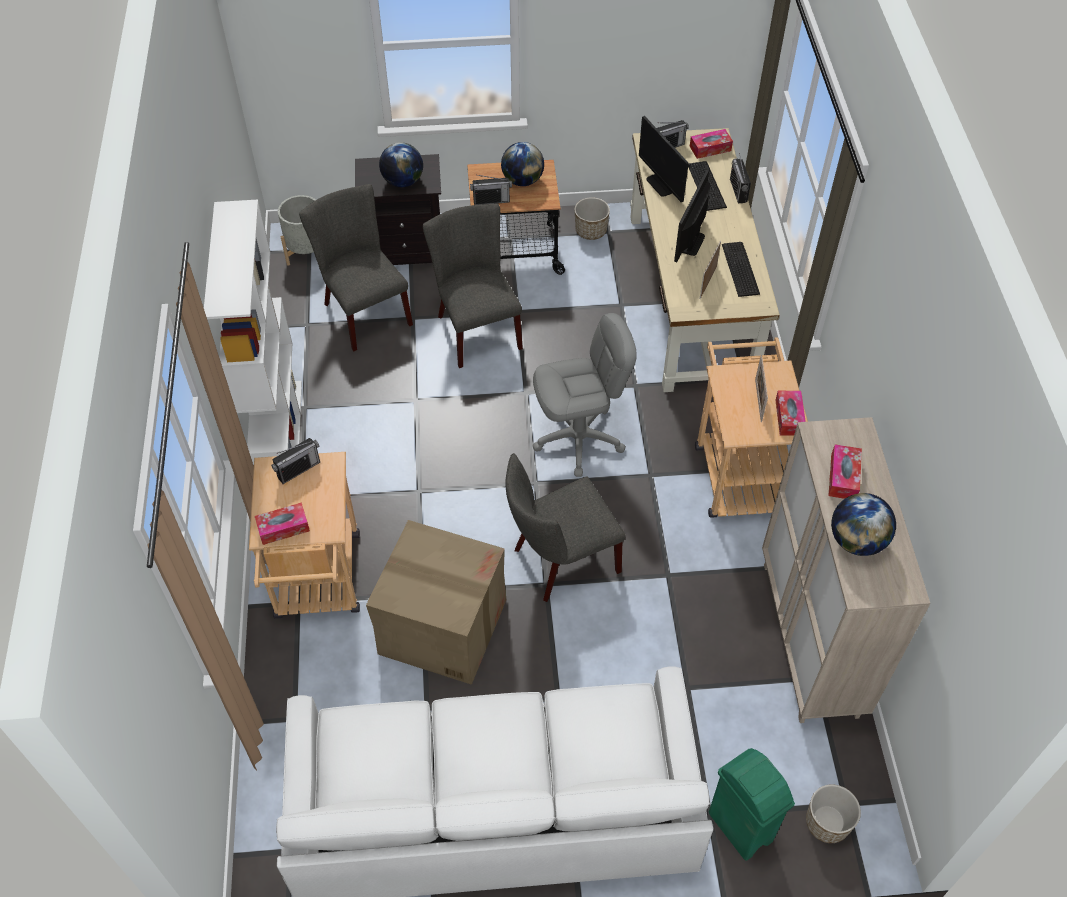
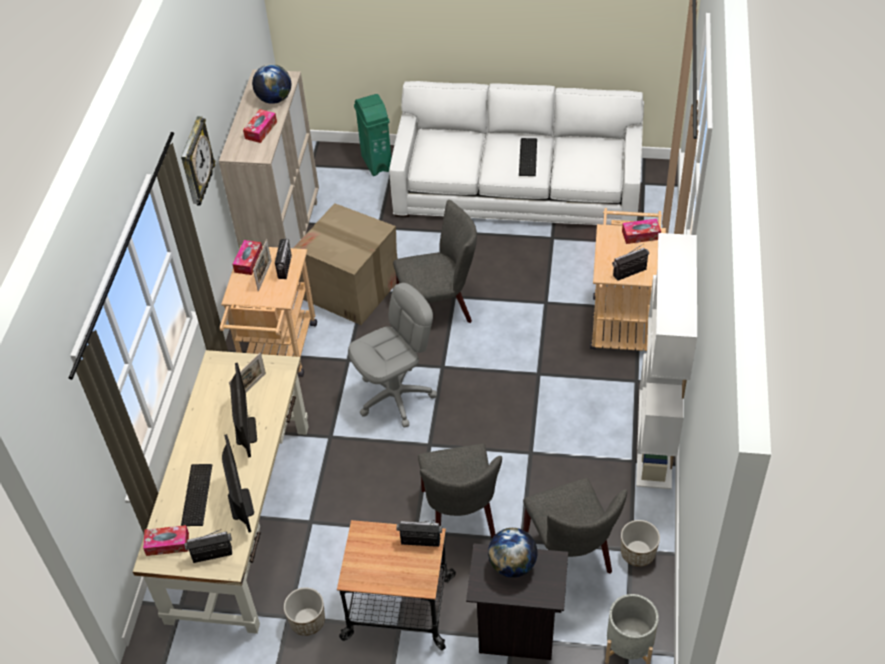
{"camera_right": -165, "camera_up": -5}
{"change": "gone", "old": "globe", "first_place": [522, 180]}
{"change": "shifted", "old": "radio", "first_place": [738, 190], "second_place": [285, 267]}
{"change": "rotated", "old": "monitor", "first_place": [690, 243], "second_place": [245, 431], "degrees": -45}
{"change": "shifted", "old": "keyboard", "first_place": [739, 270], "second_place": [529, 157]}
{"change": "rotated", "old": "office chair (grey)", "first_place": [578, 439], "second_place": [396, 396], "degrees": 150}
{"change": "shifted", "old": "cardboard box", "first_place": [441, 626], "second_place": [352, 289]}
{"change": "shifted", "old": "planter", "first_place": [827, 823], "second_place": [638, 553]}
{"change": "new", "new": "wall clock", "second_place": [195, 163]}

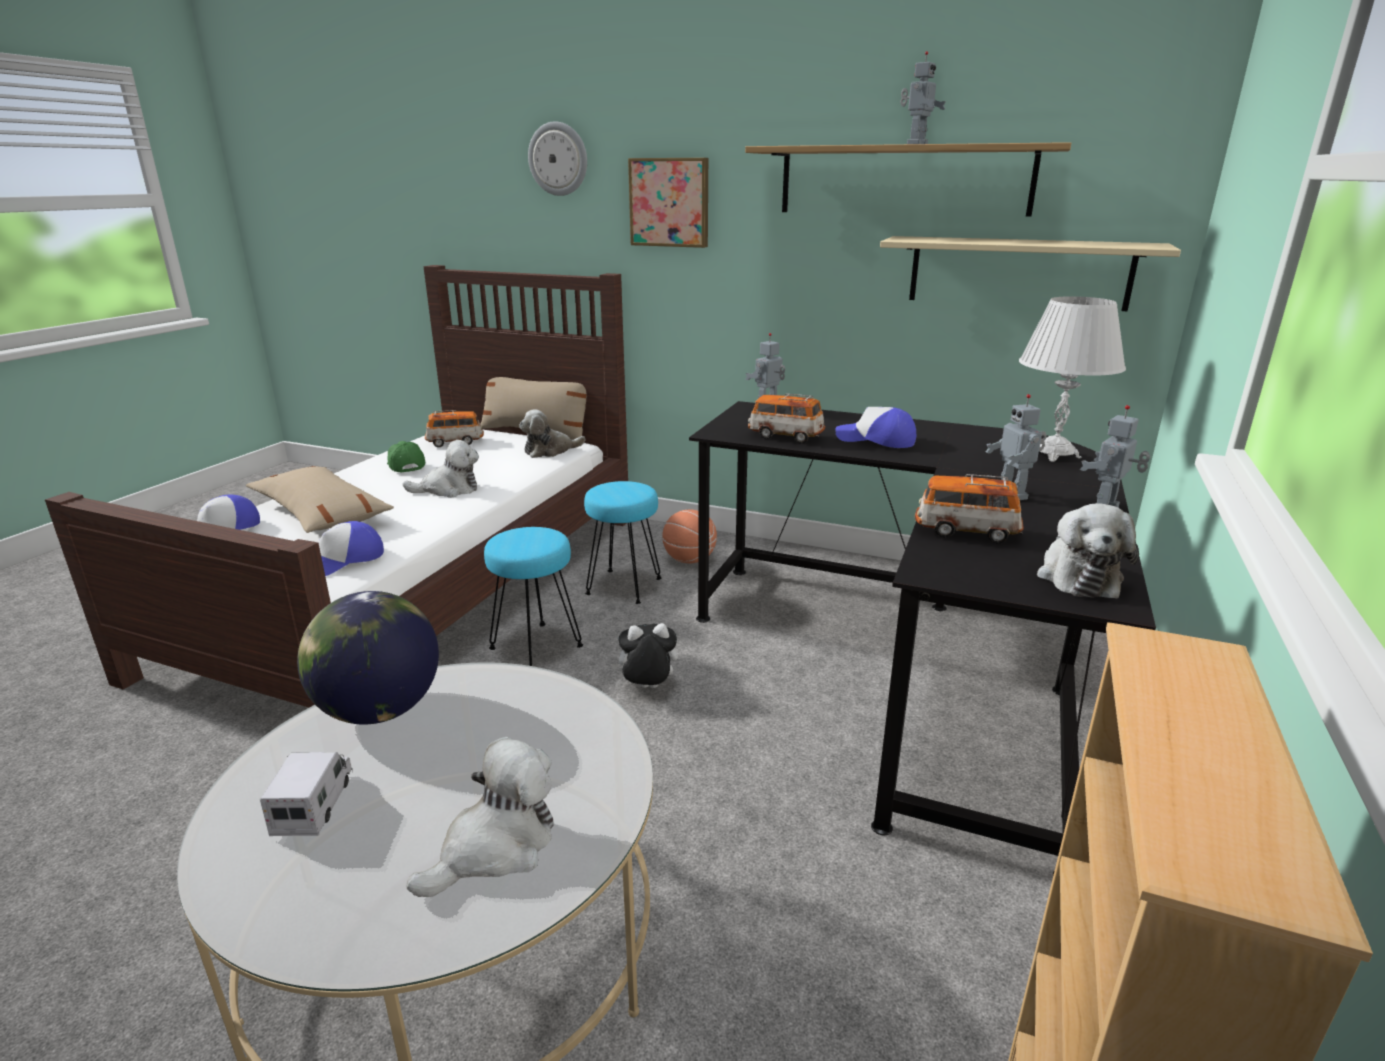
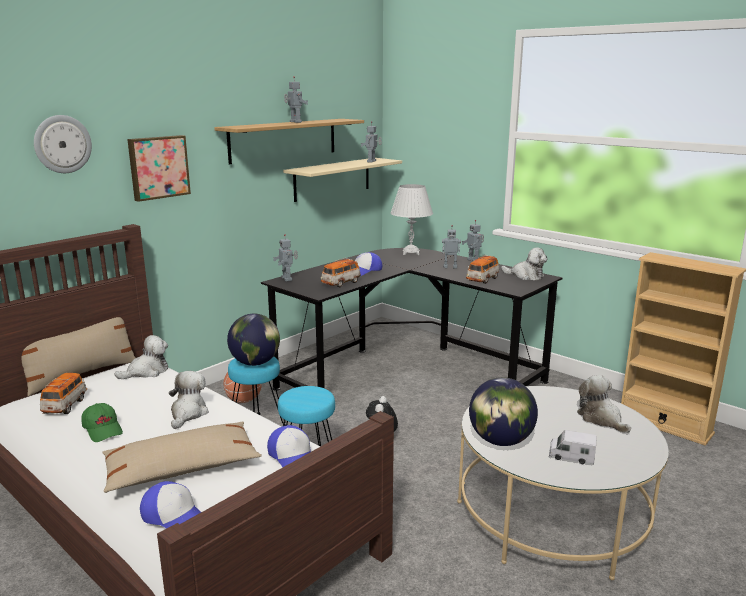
{"camera_right": -70, "camera_up": -5}
{"change": "rotated", "old": "plush toy", "first_place": [550, 451], "second_place": [147, 372], "degrees": -120}
{"change": "rotated", "old": "cap (green)", "first_place": [405, 466], "second_place": [103, 430], "degrees": -120}
{"change": "new", "new": "toy robot", "second_place": [372, 161]}
{"change": "new", "new": "globe", "second_place": [255, 363]}

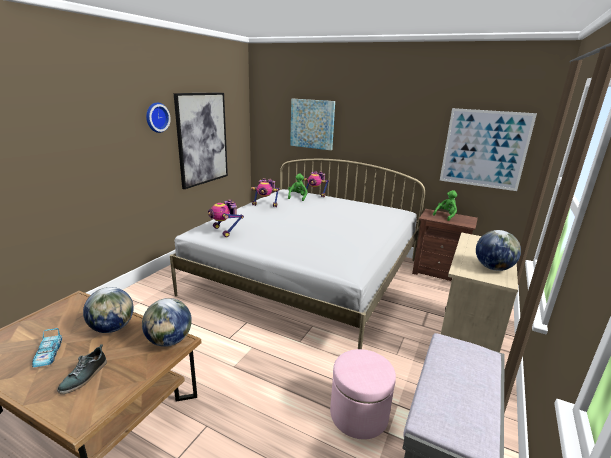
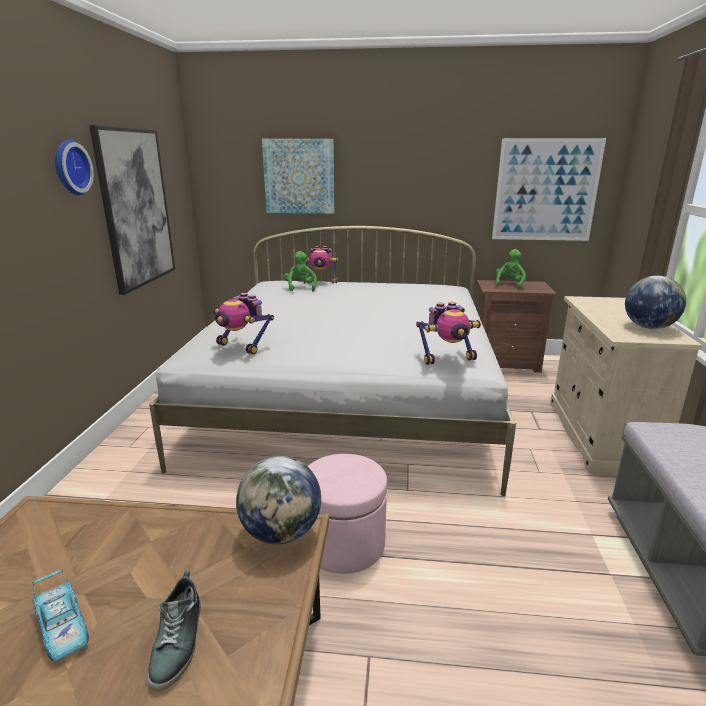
{"camera_right": -20, "camera_up": 0}
{"change": "shifted", "old": "toy robot", "first_place": [265, 205], "second_place": [447, 359]}
{"change": "gone", "old": "globe", "first_place": [112, 328]}
{"change": "shifted", "old": "ottoman (pink)", "first_place": [359, 414], "second_place": [344, 544]}

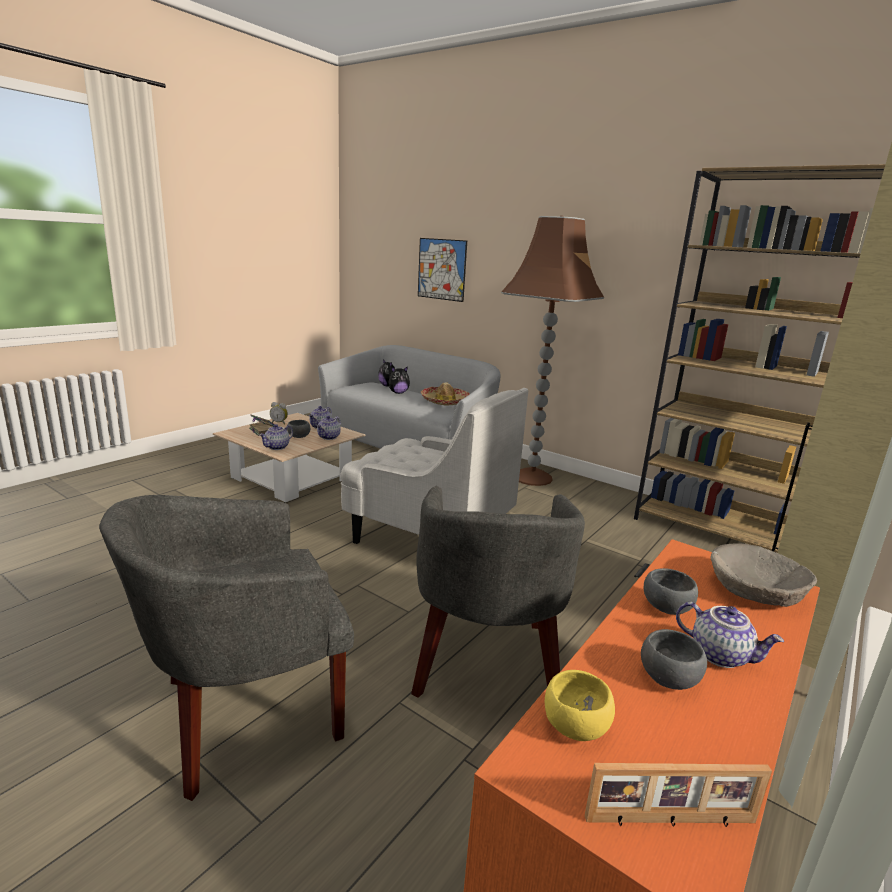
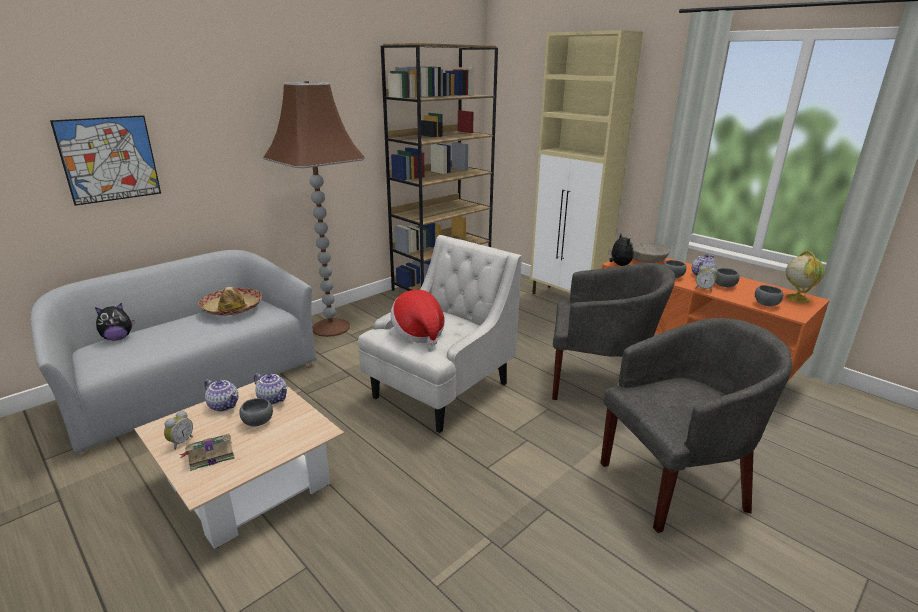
{"camera_right": -80, "camera_up": 5}
{"change": "shifted", "old": "plush toy", "first_place": [398, 393], "second_place": [619, 265]}
{"change": "gone", "old": "teapot", "first_place": [277, 447]}
{"change": "rotated", "old": "armchair (grey)", "first_place": [244, 713], "second_place": [675, 483], "degrees": -90}
{"change": "repainted", "old": "bowl (yellow)", "new": "bowl (grey)", "first_place": [573, 724], "second_place": [765, 304]}
{"change": "swapped", "old": "picture frame", "new": "globe", "first_place": [671, 822], "second_place": [796, 298]}
{"change": "new", "new": "alarm clock", "second_place": [704, 289]}
{"change": "new", "new": "hat", "second_place": [419, 332]}

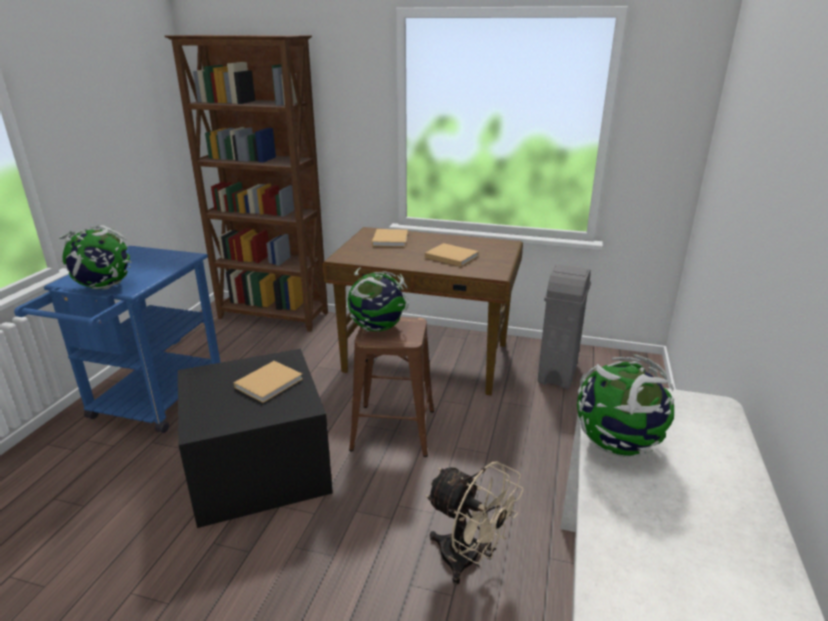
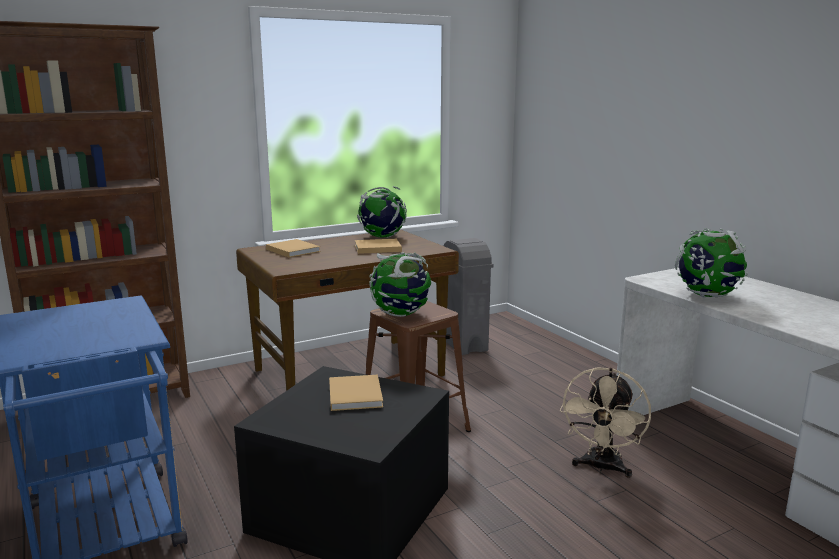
{"camera_right": -45, "camera_up": -10}
{"change": "shifted", "old": "globe", "first_place": [103, 287], "second_place": [382, 237]}
{"change": "rotated", "old": "fan (beige)", "first_place": [468, 560], "second_place": [602, 468], "degrees": 120}

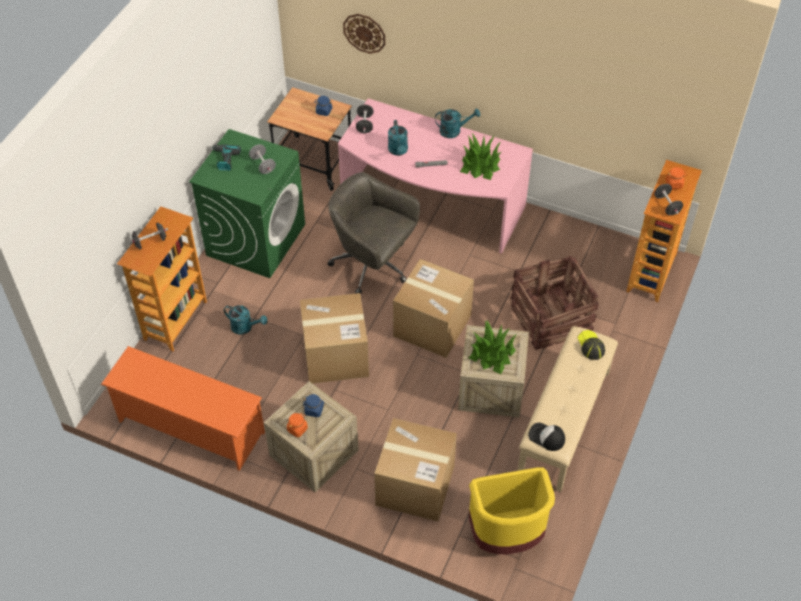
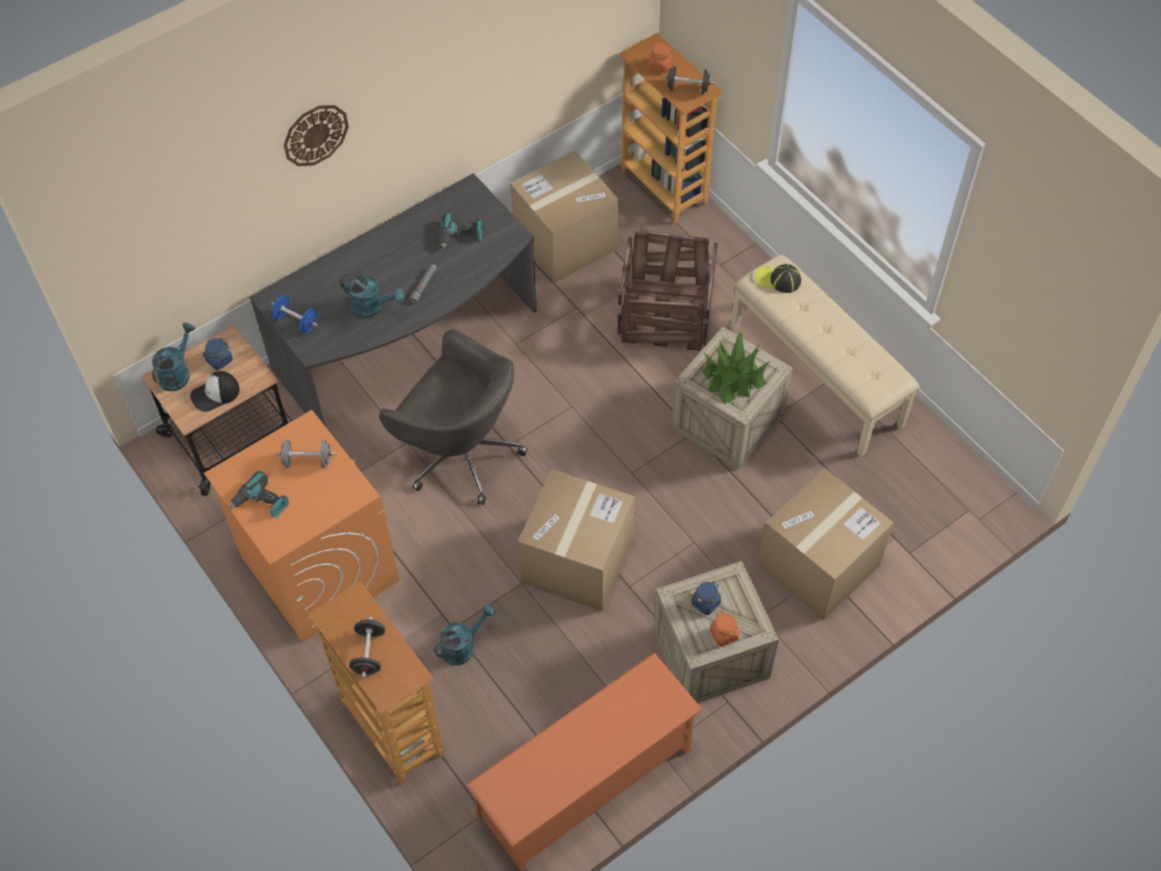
{"camera_right": -60, "camera_up": 5}
{"change": "shifted", "old": "wall clock", "first_place": [364, 33], "second_place": [315, 134]}
{"change": "repainted", "old": "desk (pink)", "new": "desk (grey)", "first_place": [431, 207], "second_place": [410, 345]}
{"change": "repainted", "old": "dumbbell (black)", "new": "dumbbell (blue)", "first_place": [364, 124], "second_place": [296, 322]}
{"change": "shifted", "old": "watering can (turquoise)", "first_place": [454, 131], "second_place": [177, 373]}
{"change": "repainted", "old": "washing machine (green)", "new": "washing machine (orange)", "first_place": [256, 239], "second_place": [318, 567]}
{"change": "swapped", "old": "potted plant", "new": "power drill", "first_place": [480, 165], "second_place": [461, 236]}
{"change": "rotated", "old": "office chair (grey)", "first_place": [373, 265], "second_place": [460, 453], "degrees": -120}
{"change": "shifted", "old": "cardboard box", "first_place": [432, 325], "second_place": [565, 241]}
{"change": "shifted", "old": "cap", "first_place": [546, 437], "second_place": [215, 394]}
{"change": "gone", "old": "trash can (yellow)", "first_place": [507, 536]}

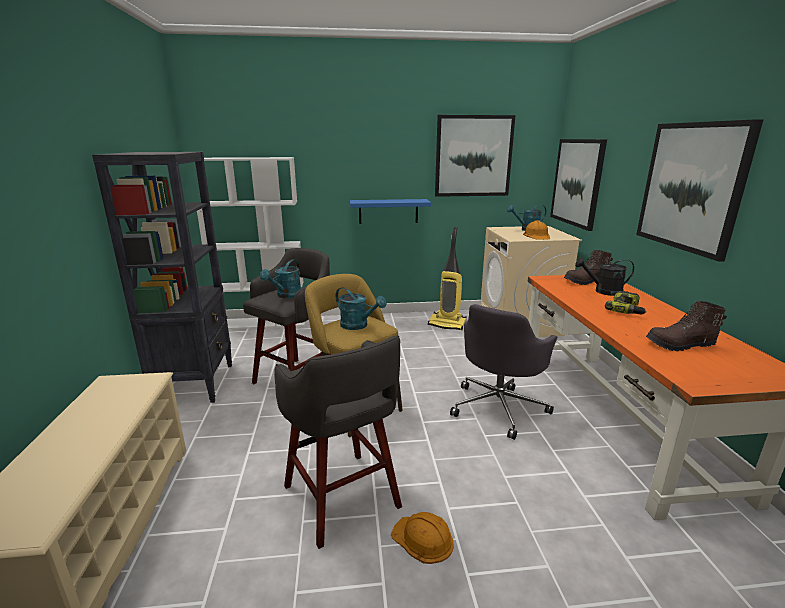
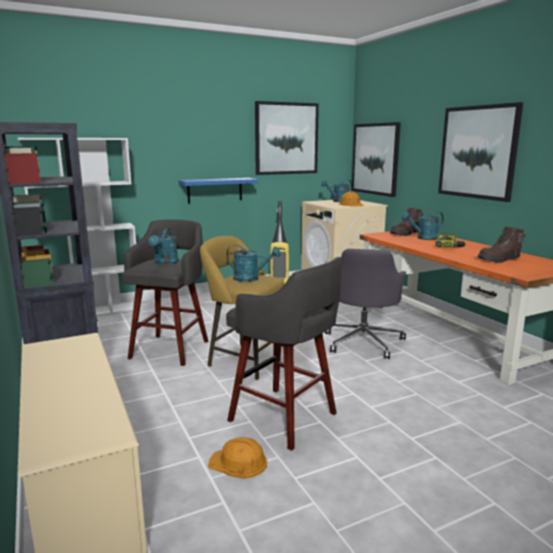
{"camera_right": -20, "camera_up": -5}
{"change": "repainted", "old": "watering can (black)", "new": "watering can (turquoise)", "first_place": [603, 291], "second_place": [423, 238]}
{"change": "shifted", "old": "hard hat (orange)", "first_place": [423, 539], "second_place": [238, 462]}

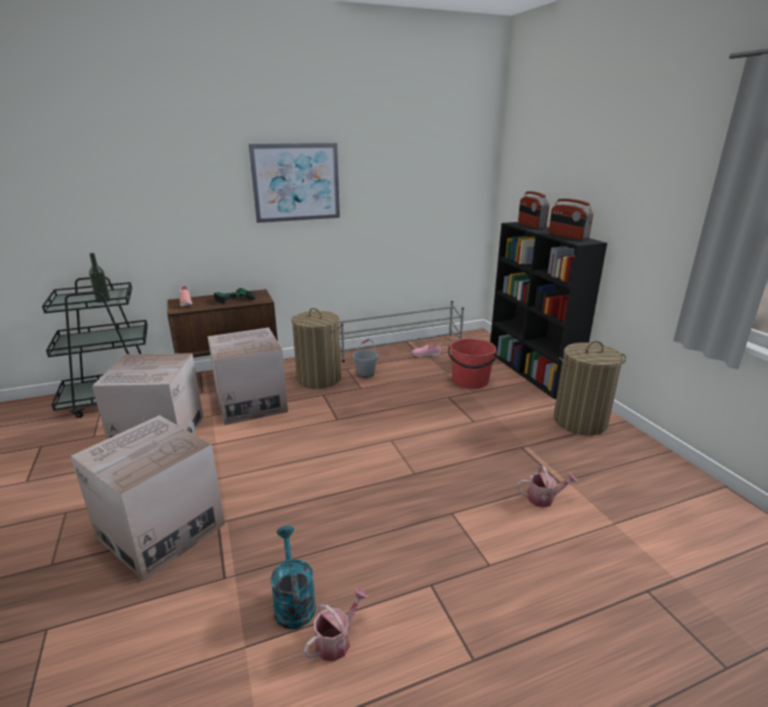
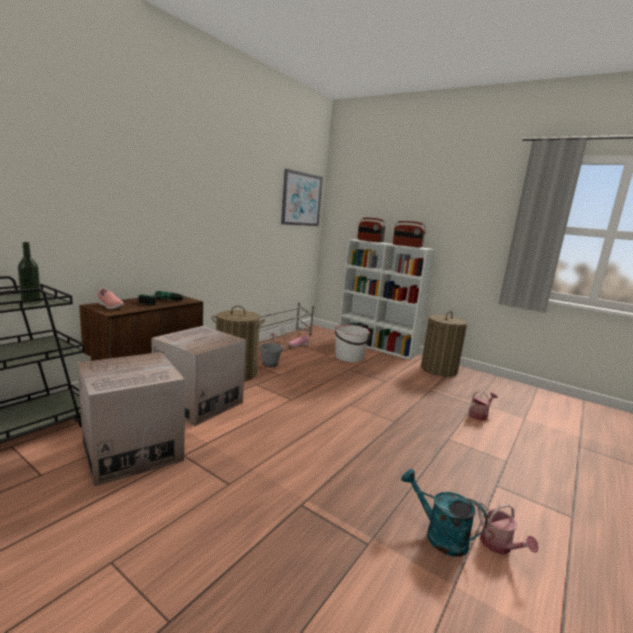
{"camera_right": -35, "camera_up": -10}
{"change": "shifted", "old": "picture", "first_place": [296, 182], "second_place": [301, 199]}
{"change": "repainted", "old": "bookcase (black)", "new": "bookcase (white)", "first_place": [531, 372], "second_place": [377, 346]}
{"change": "repainted", "old": "bucket (red)", "new": "bucket (white)", "first_place": [470, 381], "second_place": [349, 357]}
{"change": "gone", "old": "cardboard box", "first_place": [161, 530]}
{"change": "rotated", "old": "watering can", "first_place": [336, 640], "second_place": [499, 546], "degrees": 150}

